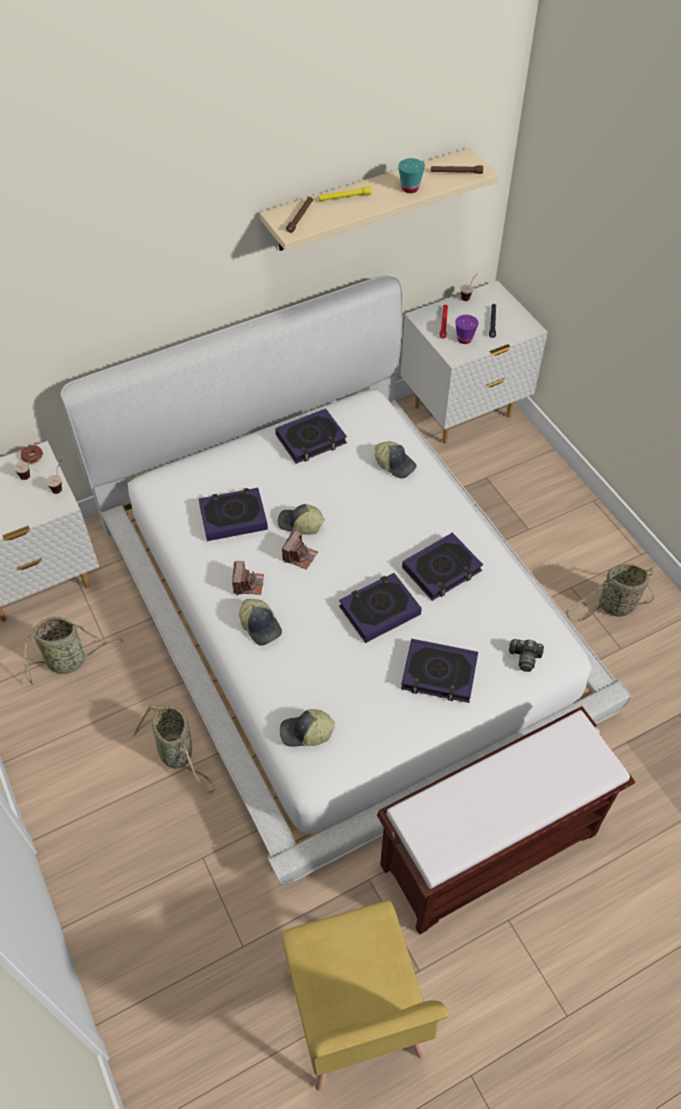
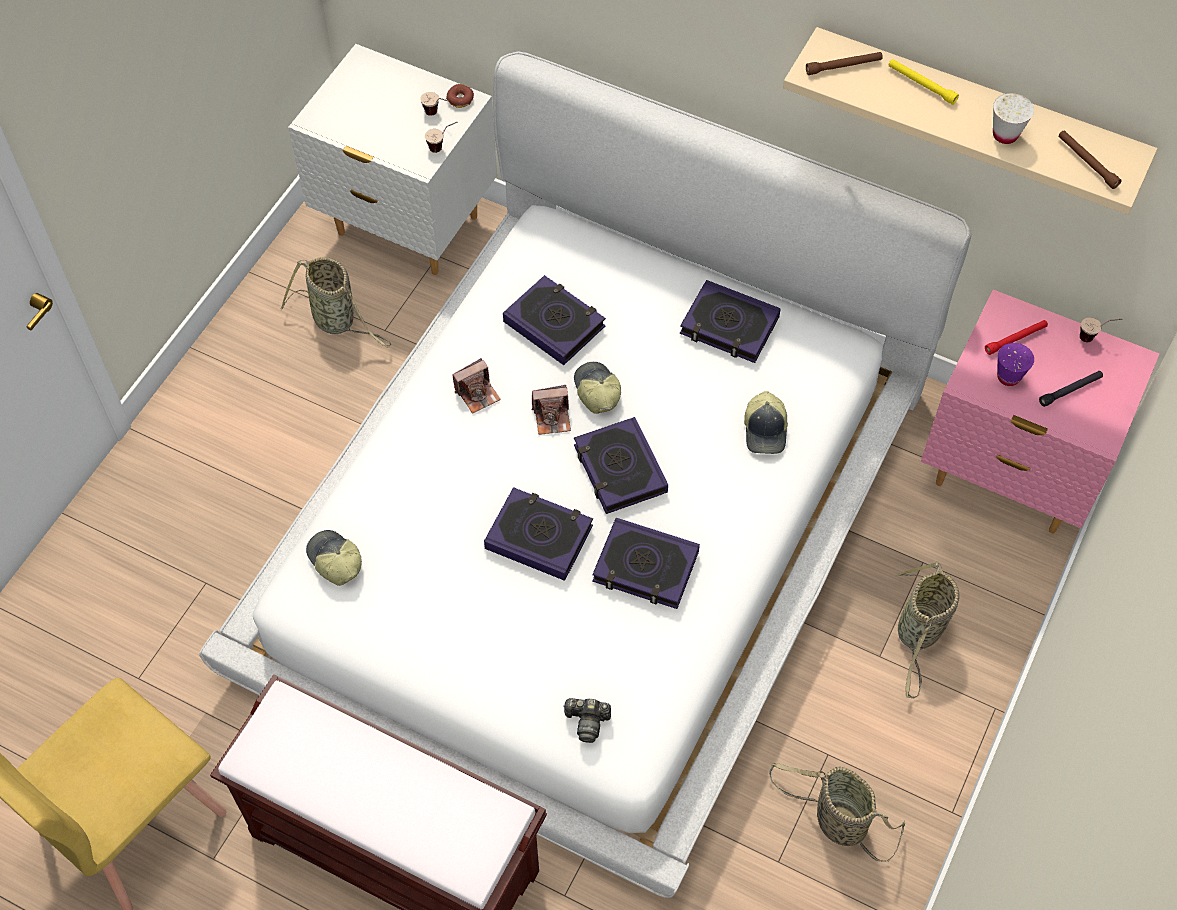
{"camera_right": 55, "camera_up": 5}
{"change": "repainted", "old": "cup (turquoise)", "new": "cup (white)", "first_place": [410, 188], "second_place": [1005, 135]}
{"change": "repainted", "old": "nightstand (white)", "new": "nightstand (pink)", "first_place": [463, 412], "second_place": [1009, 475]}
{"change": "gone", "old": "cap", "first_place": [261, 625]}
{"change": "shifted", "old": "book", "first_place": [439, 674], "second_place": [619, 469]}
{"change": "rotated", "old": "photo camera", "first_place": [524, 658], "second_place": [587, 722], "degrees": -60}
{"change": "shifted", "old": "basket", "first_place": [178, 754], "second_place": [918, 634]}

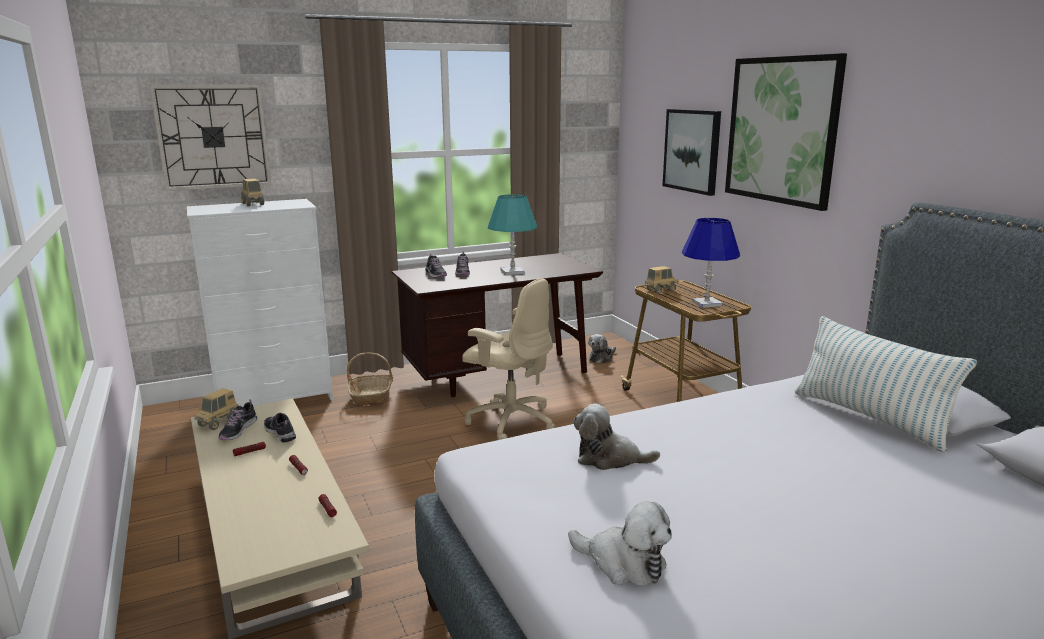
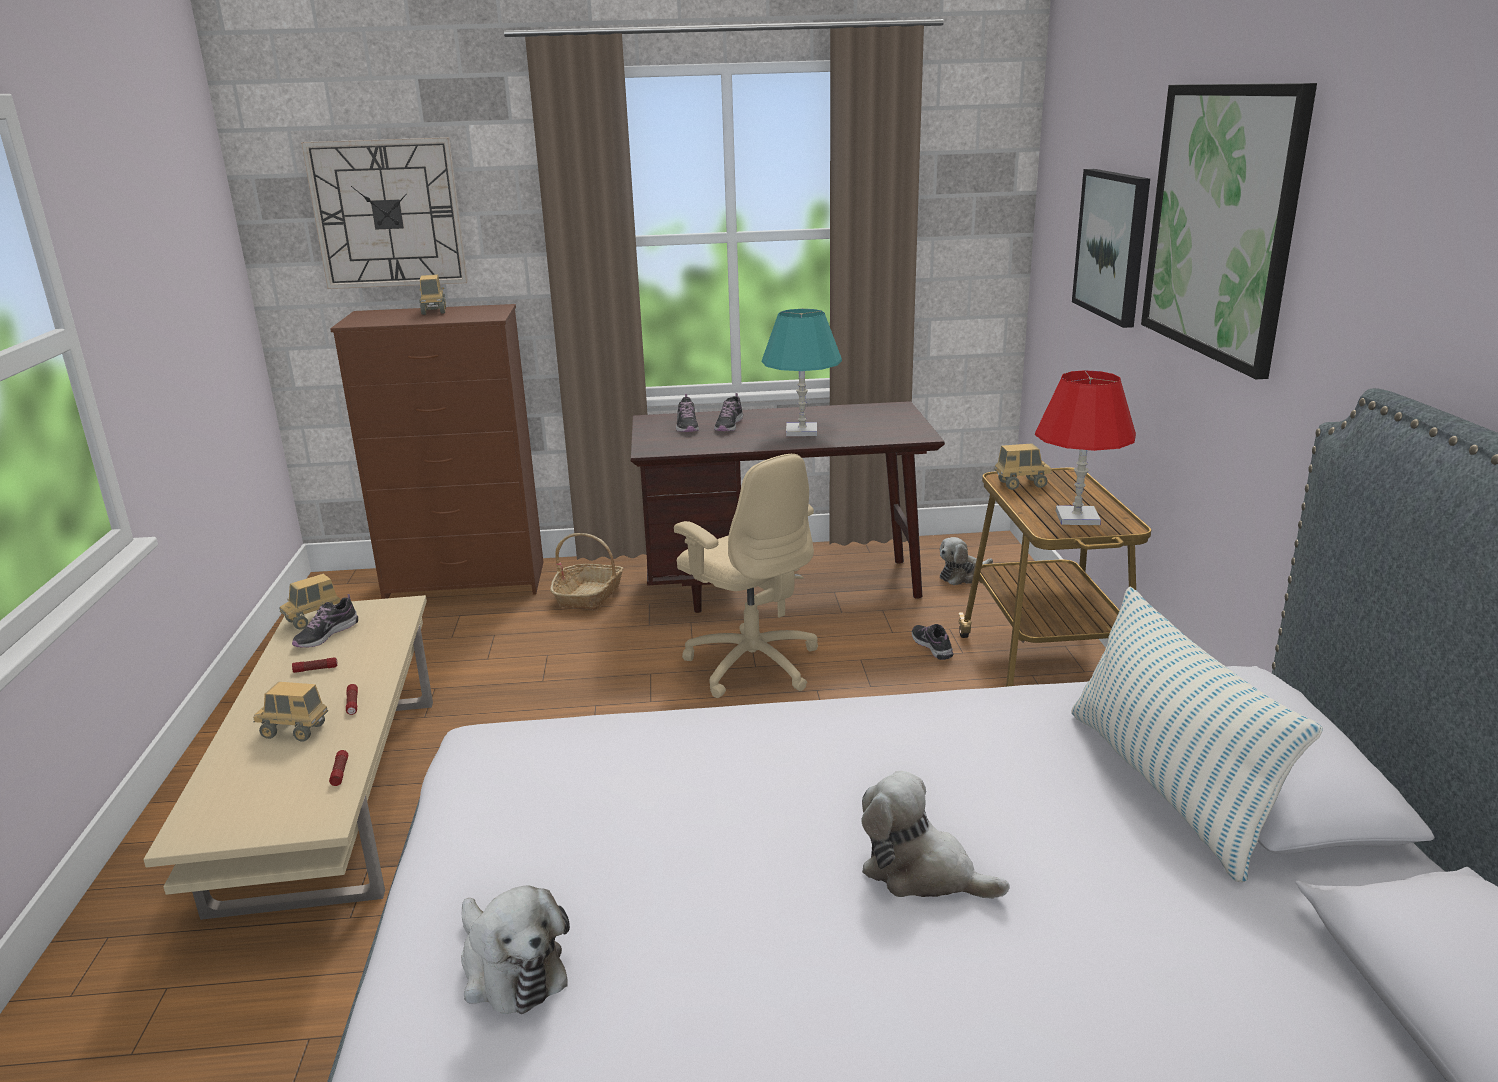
{"camera_right": 20, "camera_up": 5}
{"change": "repainted", "old": "dresser (white)", "new": "dresser (brown)", "first_place": [275, 398], "second_place": [467, 582]}
{"change": "repainted", "old": "table lamp (blue)", "new": "table lamp (red)", "first_place": [706, 304], "second_place": [1076, 518]}
{"change": "shifted", "old": "plush toy", "first_place": [609, 459], "second_place": [922, 872]}
{"change": "shifted", "old": "shoe", "first_place": [280, 433], "second_place": [932, 647]}
{"change": "new", "new": "toy truck", "second_place": [294, 731]}

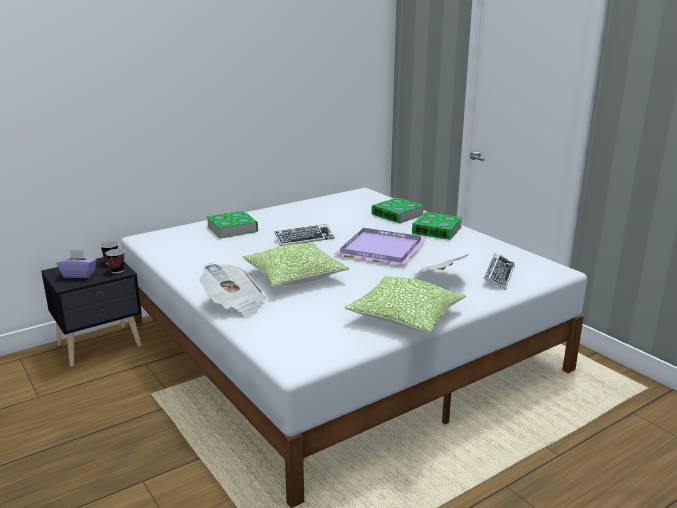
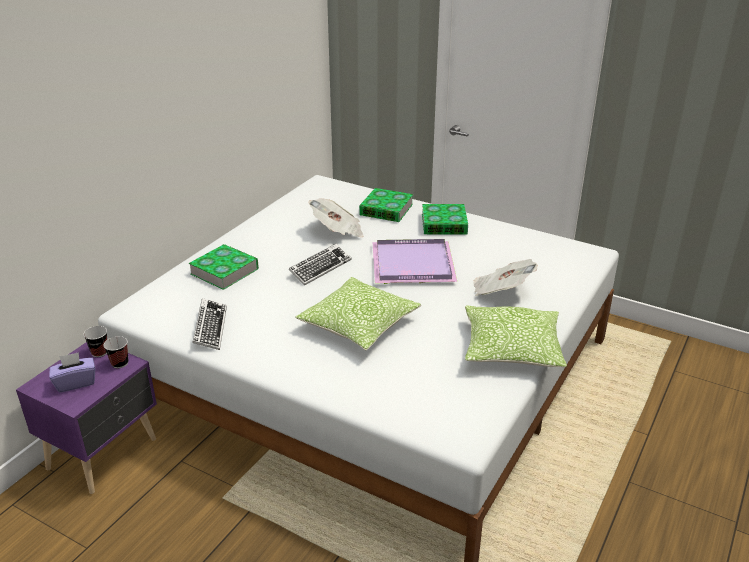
{"camera_right": -25, "camera_up": 10}
{"change": "shifted", "old": "keyboard", "first_place": [498, 275], "second_place": [210, 328]}
{"change": "repainted", "old": "nightstand (black)", "new": "nightstand (purple)", "first_place": [101, 346], "second_place": [105, 454]}
{"change": "shifted", "old": "newspaper", "first_place": [234, 305], "second_place": [338, 231]}

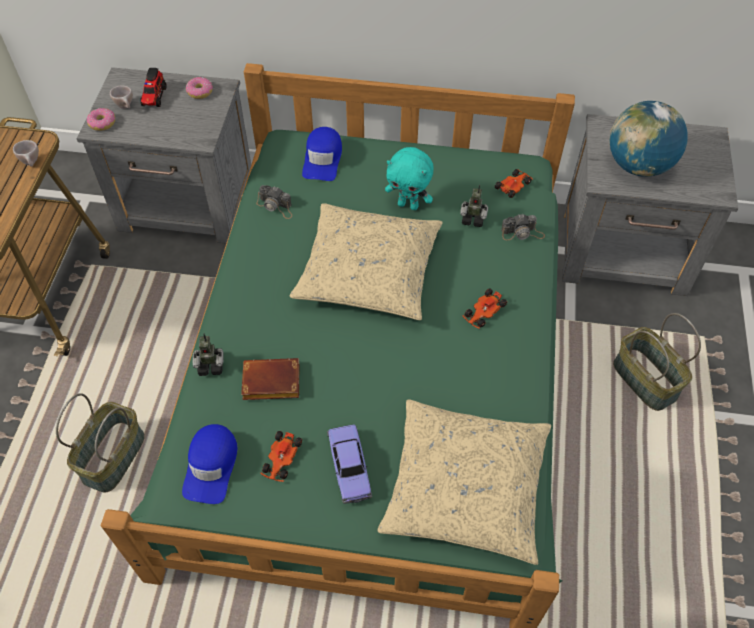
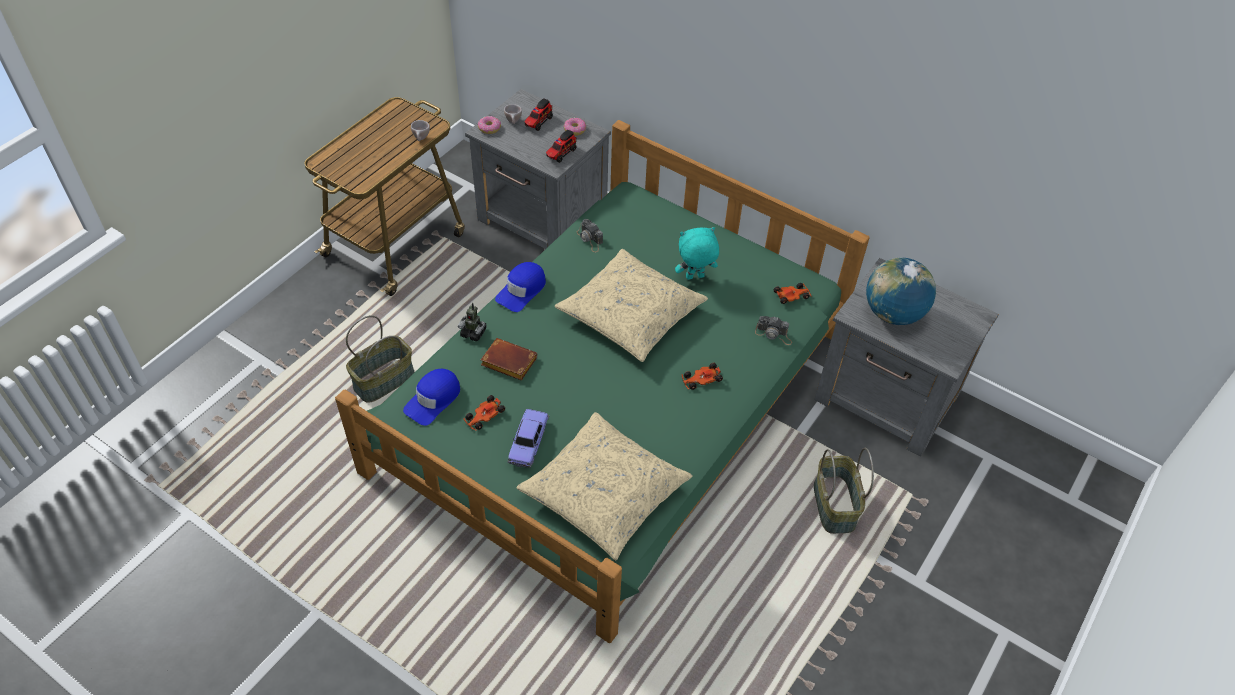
{"camera_right": 25, "camera_up": -5}
{"change": "shifted", "old": "cap (blue)", "first_place": [323, 159], "second_place": [522, 290]}
{"change": "rotated", "old": "plush toy (turquoise)", "first_place": [408, 205], "second_place": [694, 277], "degrees": 120}
{"change": "gone", "old": "toy robot", "first_place": [473, 219]}
{"change": "new", "new": "toy truck", "second_place": [560, 153]}

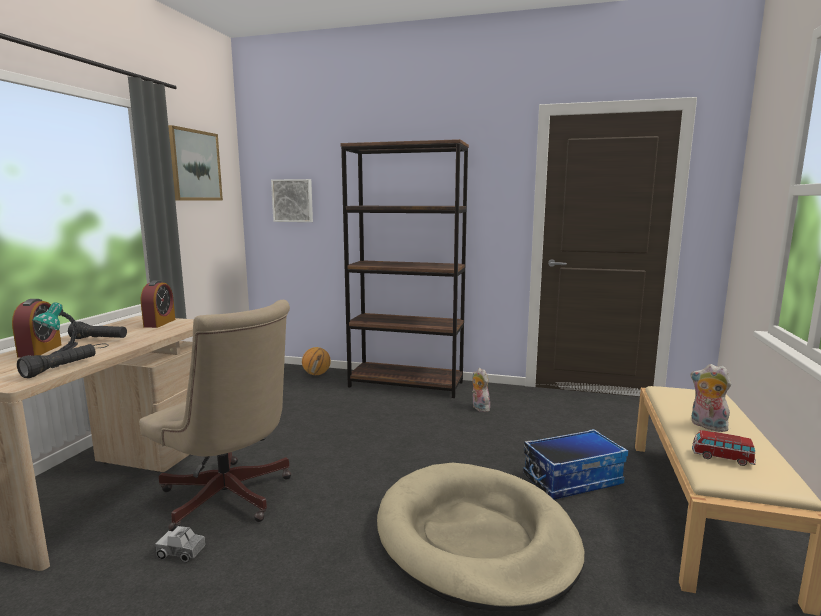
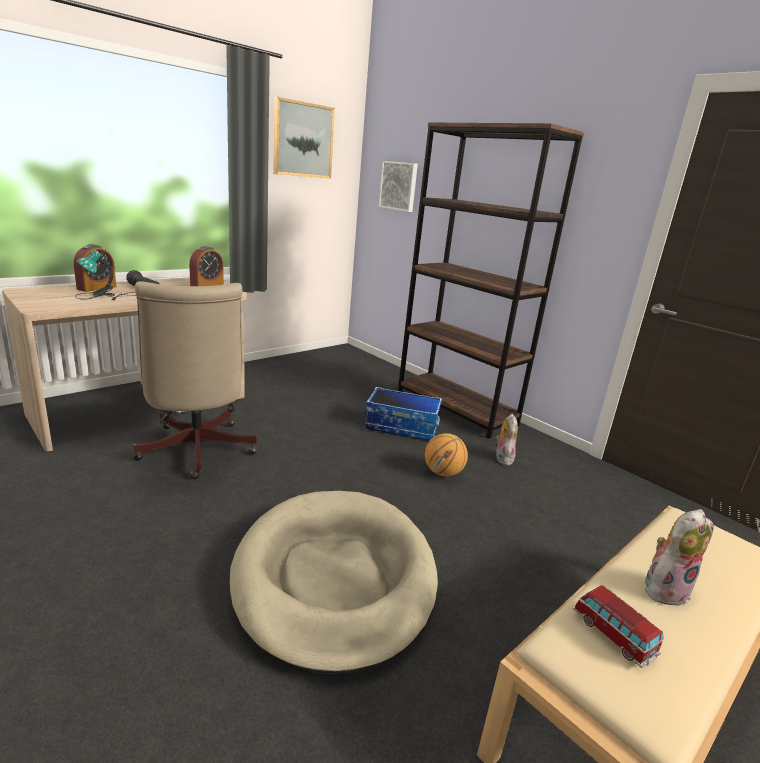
{"camera_right": 30, "camera_up": 10}
{"change": "gone", "old": "flashlight (black)", "first_place": [60, 368]}
{"change": "shifted", "old": "basketball", "first_place": [317, 374], "second_place": [443, 473]}
{"change": "rotated", "old": "plush toy", "first_place": [706, 426], "second_place": [664, 588], "degrees": 75}
{"change": "shifted", "old": "storage box", "first_place": [572, 479], "second_place": [402, 427]}
{"change": "gone", "old": "toy truck", "first_place": [181, 552]}

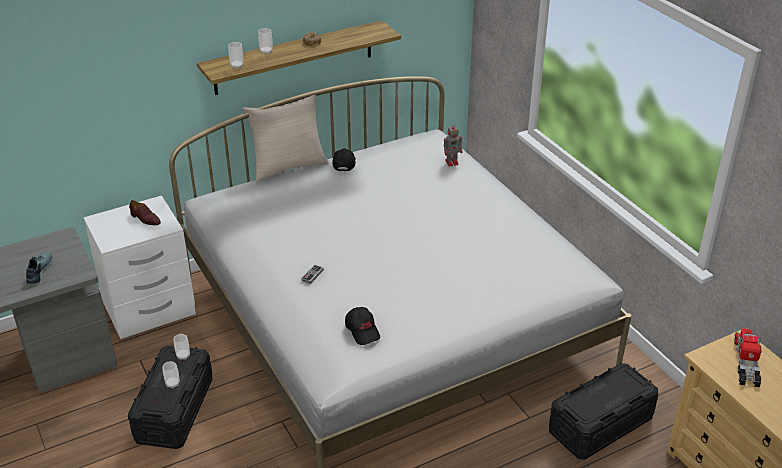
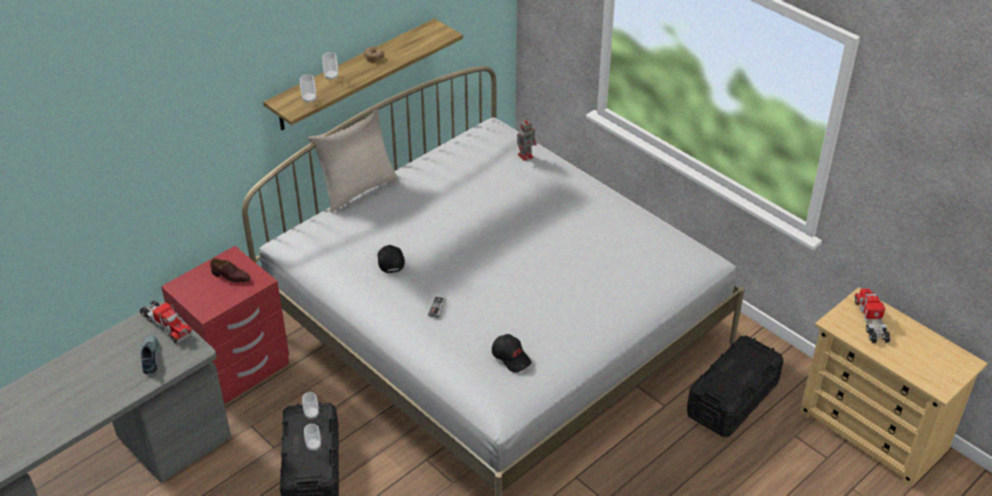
{"camera_right": -15, "camera_up": 5}
{"change": "shifted", "old": "cap (black)", "first_place": [344, 163], "second_place": [390, 261]}
{"change": "repainted", "old": "nightstand (white)", "new": "nightstand (red)", "first_place": [150, 310], "second_place": [237, 368]}
{"change": "new", "new": "toy truck", "second_place": [166, 324]}

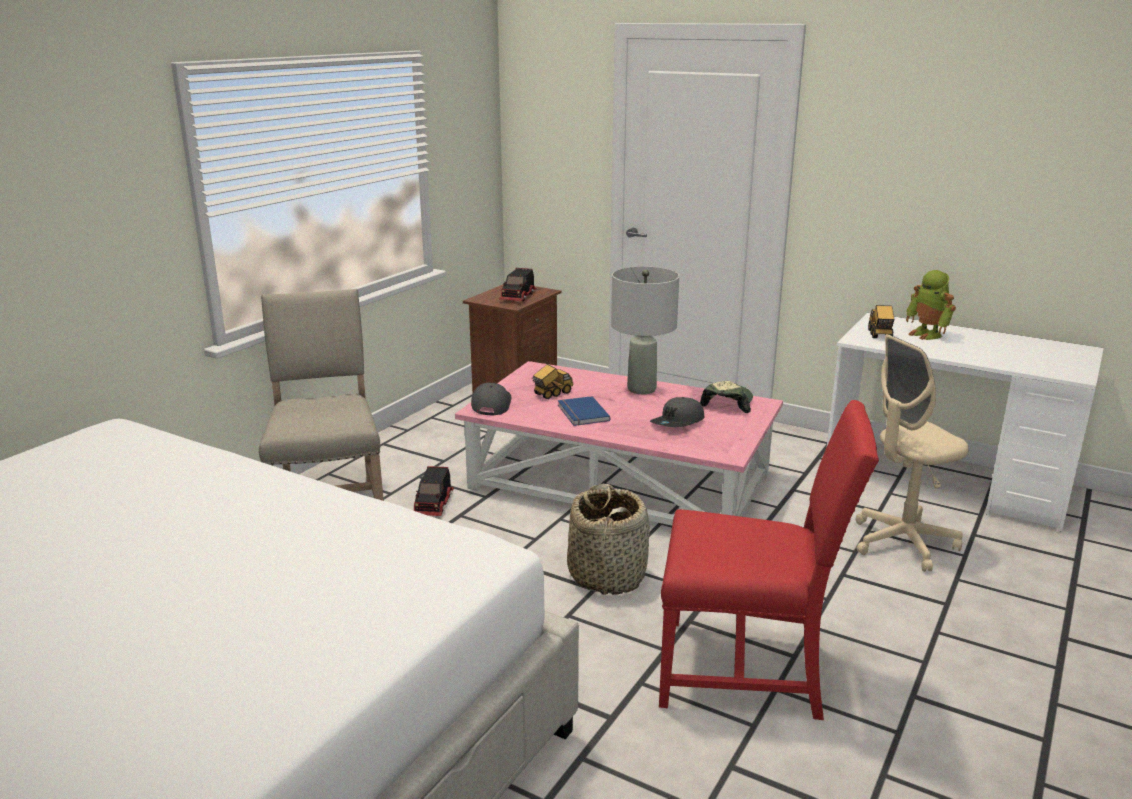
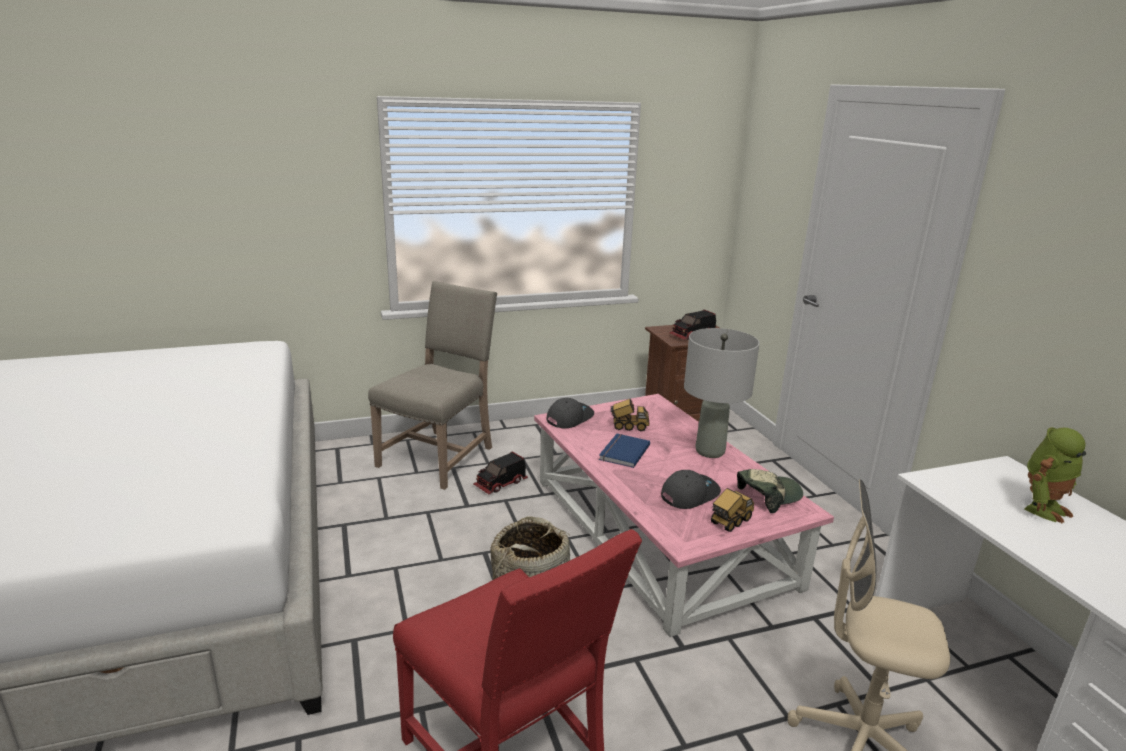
{"camera_right": 40, "camera_up": 0}
{"change": "rotated", "old": "toy robot", "first_place": [927, 334], "second_place": [1042, 508], "degrees": -135}
{"change": "shifted", "old": "toy truck", "first_place": [880, 335], "second_place": [730, 522]}
{"change": "rotated", "old": "cap (grey)", "first_place": [678, 423], "second_place": [689, 494], "degrees": 150}

